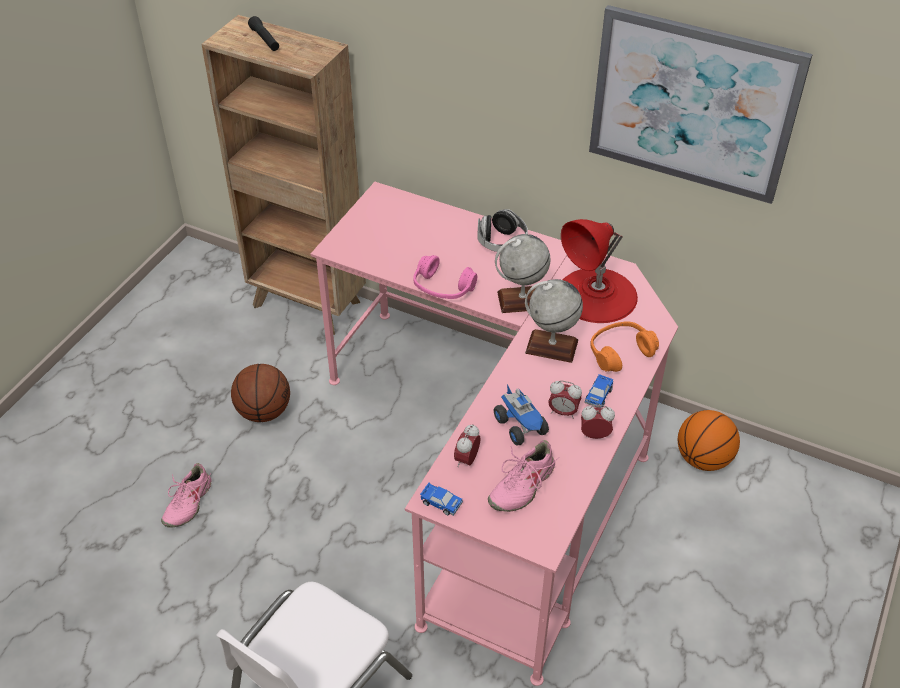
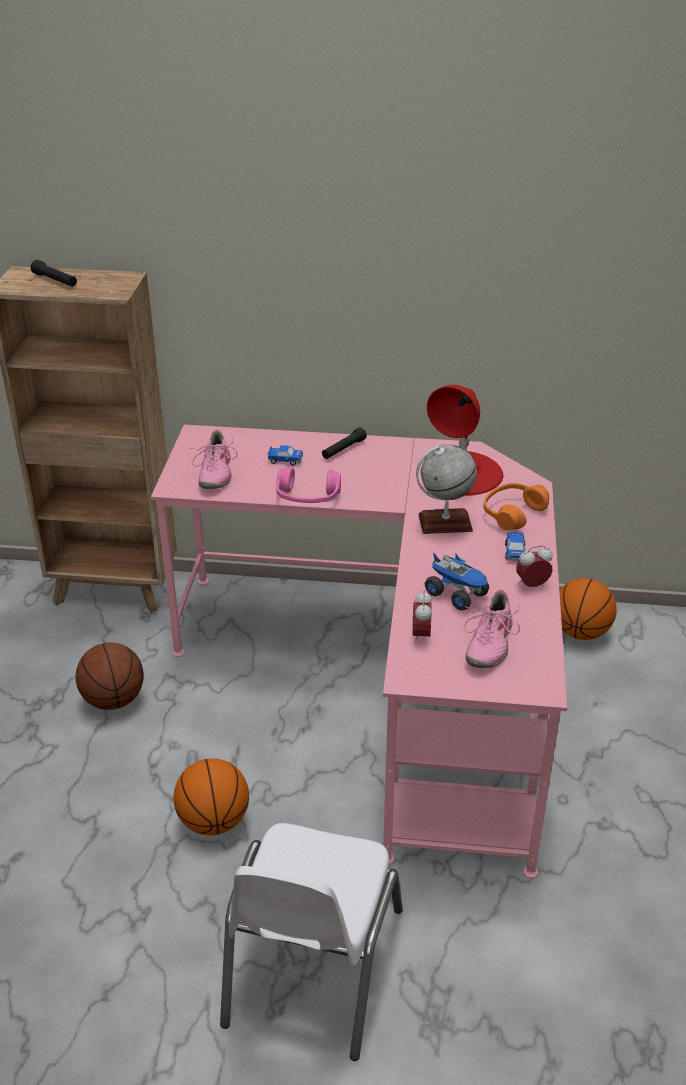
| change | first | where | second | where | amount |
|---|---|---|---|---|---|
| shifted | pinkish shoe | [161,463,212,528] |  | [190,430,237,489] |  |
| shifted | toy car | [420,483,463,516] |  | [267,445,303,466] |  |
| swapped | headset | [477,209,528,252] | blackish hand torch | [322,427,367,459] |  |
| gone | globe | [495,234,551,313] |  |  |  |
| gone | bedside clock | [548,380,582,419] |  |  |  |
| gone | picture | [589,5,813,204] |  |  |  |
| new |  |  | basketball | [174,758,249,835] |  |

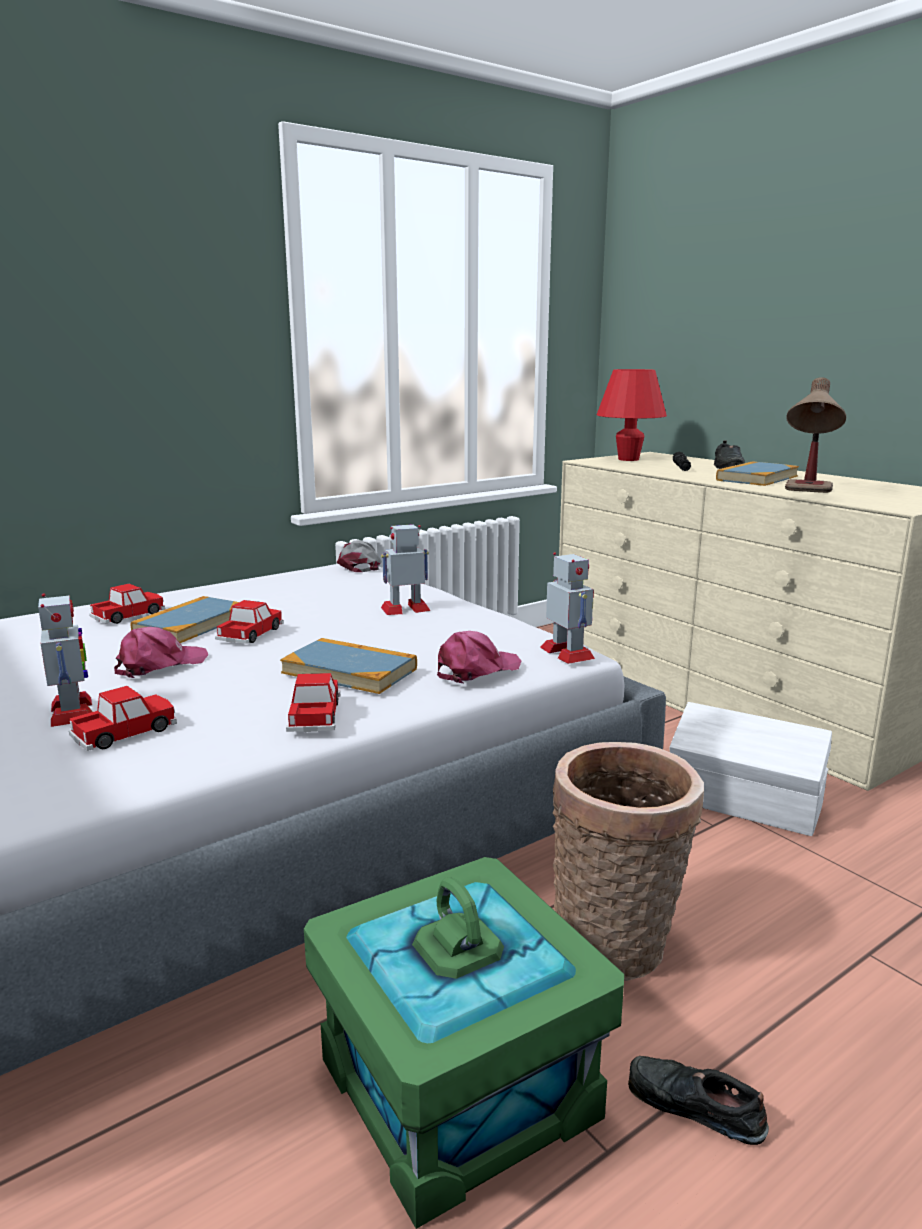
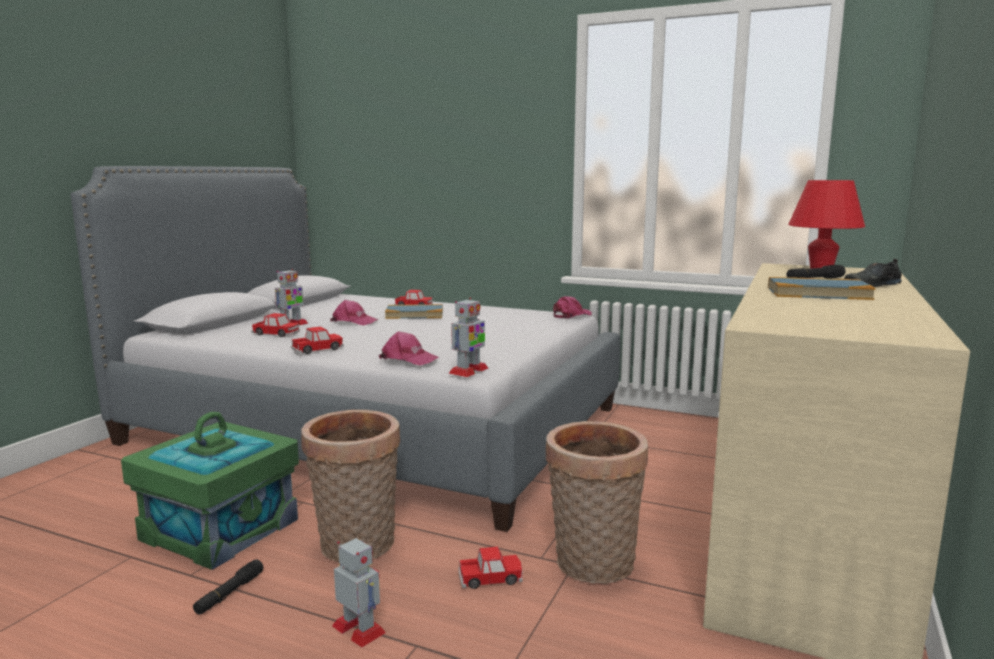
| change | first | where | second | where | amount |
|---|---|---|---|---|---|
| shifted | toy car | [215,600,284,644] |  | [458,546,523,589] |  |
| gone | bound book | [280,638,417,694] |  |  |  |
| repainted | grey baseball cap | [337,540,382,572] | pinkish baseball cap | [553,296,592,319] |  |
| shifted | toy robot | [381,524,430,615] |  | [332,538,386,647] |  |
| swapped | blackish shoe | [628,1056,769,1145] | blackish hand torch | [193,559,263,615] |  |
| swapped | whitish storage bin | [670,702,832,836] | basket | [546,421,648,584] |  |
| gone | table lamp | [785,377,846,493] |  |  |  |

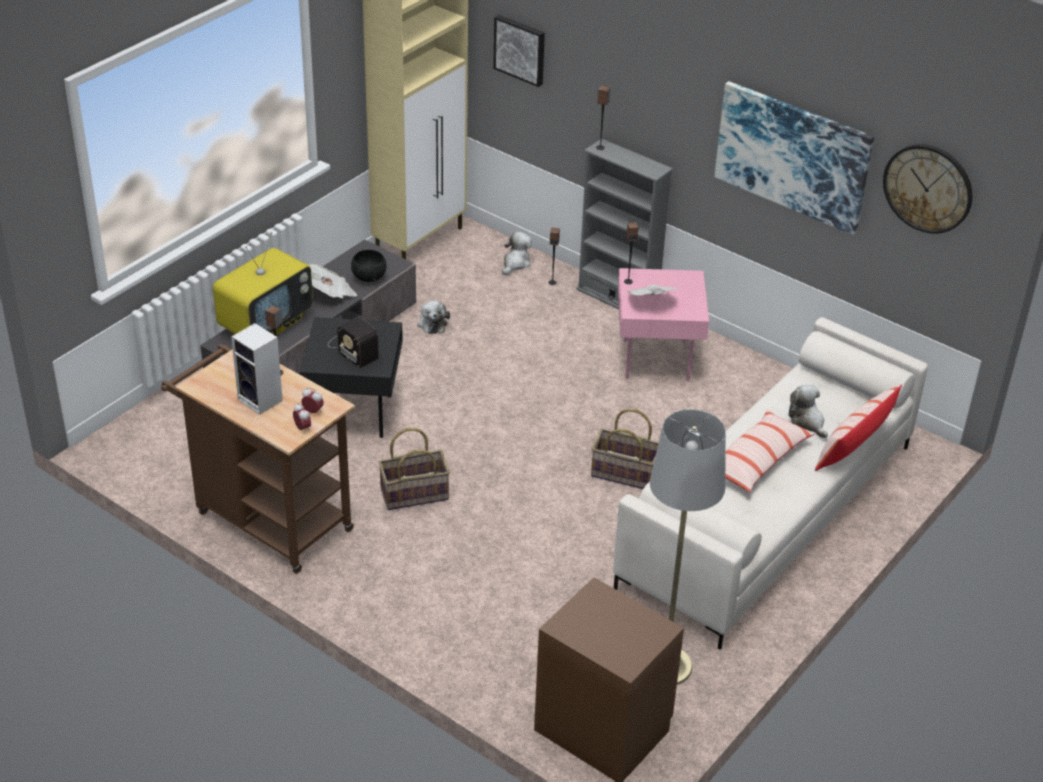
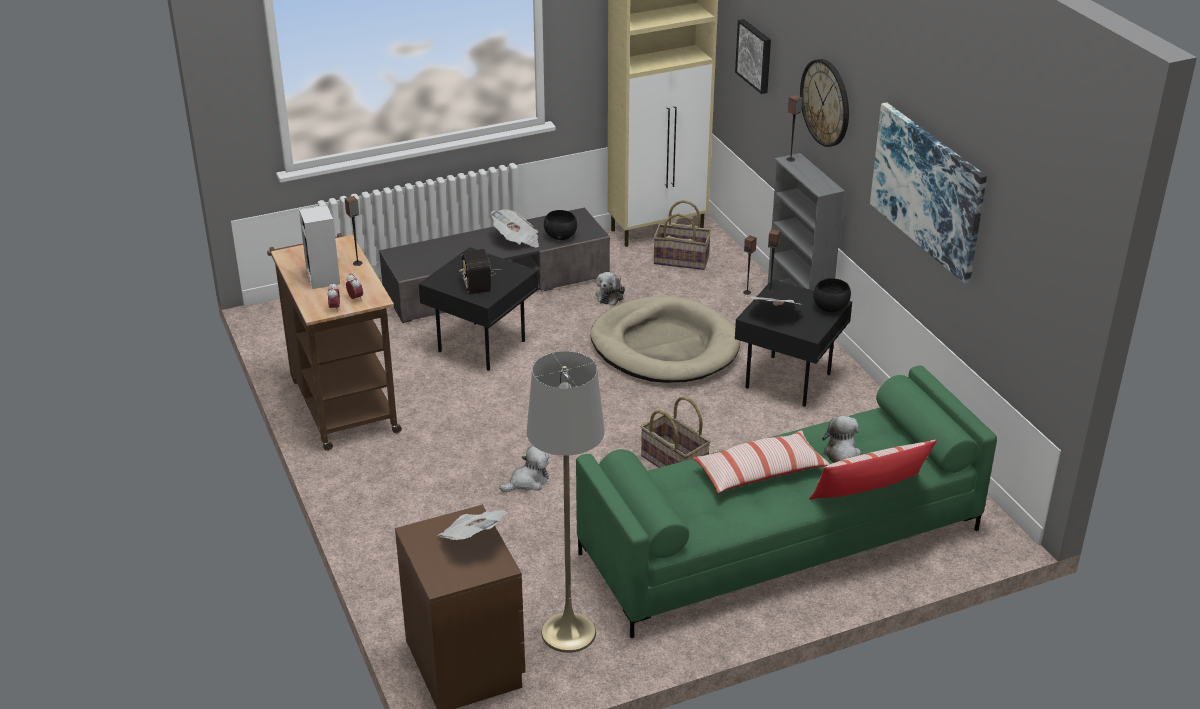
| change | first | where | second | where | amount |
|---|---|---|---|---|---|
| gone | TV set | [213,232,313,335] |  |  |  |
| shifted | basket | [378,428,450,510] |  | [653,200,711,270] |  |
| shifted | plush toy | [502,232,532,275] |  | [499,445,550,492] |  |
| repainted | whitish sofa | [613,317,928,650] | greenish sofa | [576,366,997,638] |  |
| repainted | pinkish end table | [618,268,709,381] | blackish end table | [735,279,852,407] |  |
| shifted | hanging clock | [883,144,972,234] |  | [800,59,849,147] |  |
| new |  |  | printed paper | [438,510,508,540] |  |
| new |  |  | beige-coloured dog cushion | [590,296,741,383] |  |
| new |  |  | blackish serving bowl | [813,278,851,312] |  |

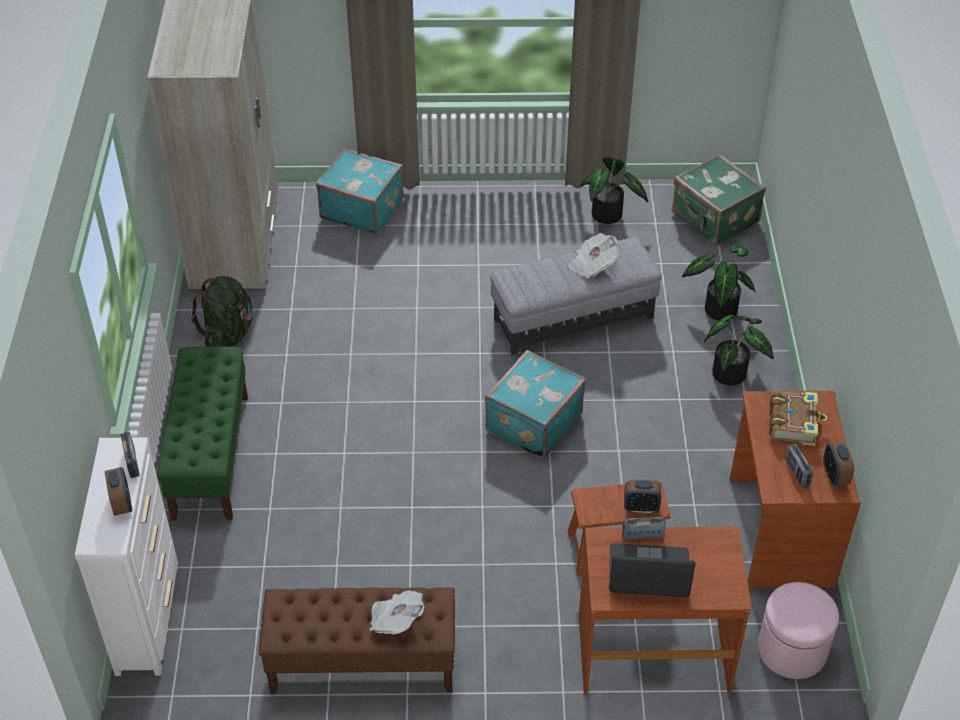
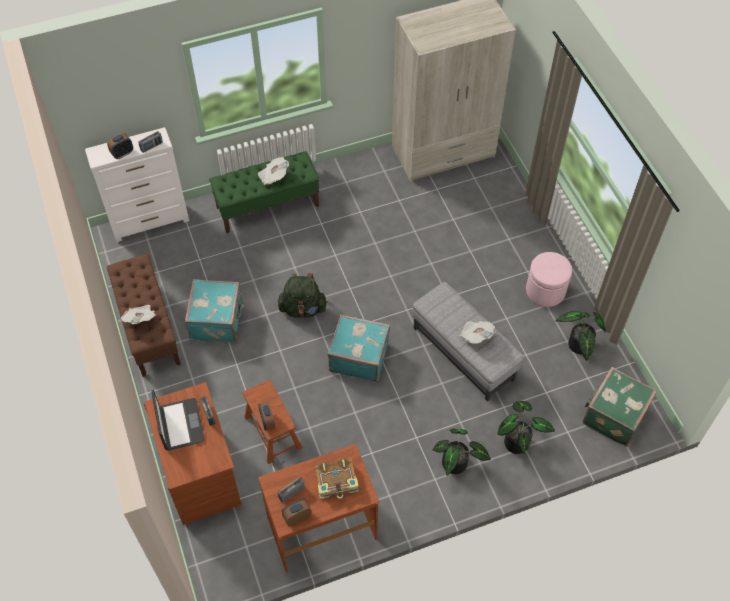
| change | first | where | second | where | amount |
|---|---|---|---|---|---|
| shifted | greenish knapsack | [191,276,253,347] |  | [278,273,328,318] |  |
| shifted | blue-green travel case | [316,148,404,235] |  | [185,279,245,342] |  |
| shifted | pinkish footrest | [758,582,839,679] |  | [526,252,572,307] |  |
| new |  |  | printed paper | [258,157,289,185] |  |

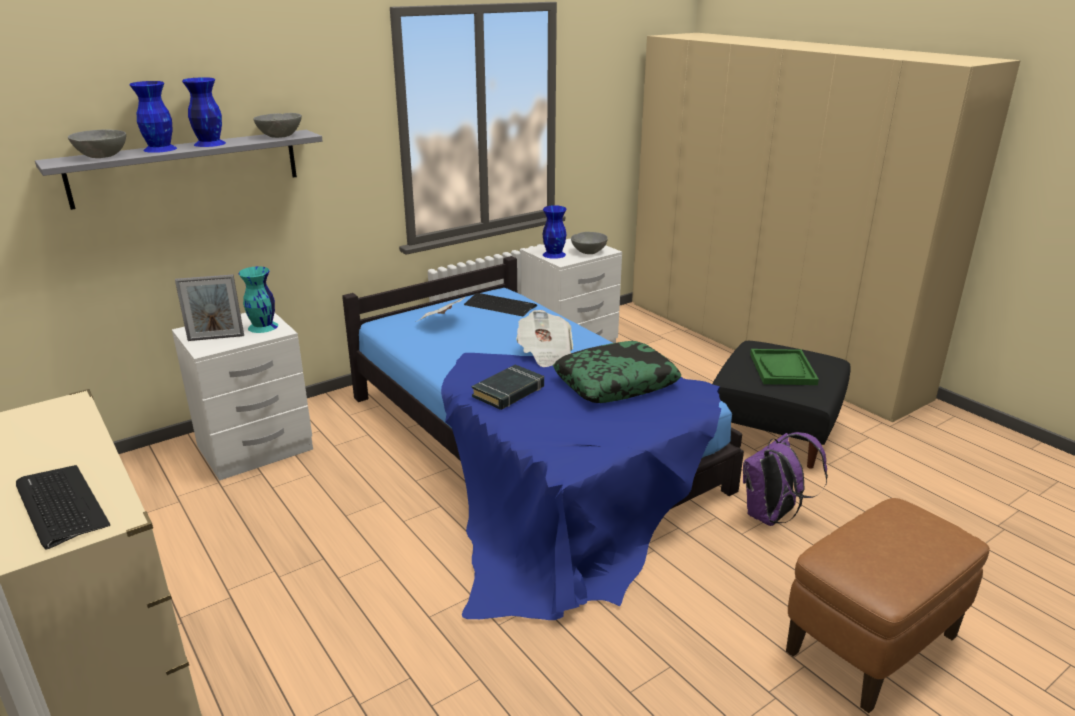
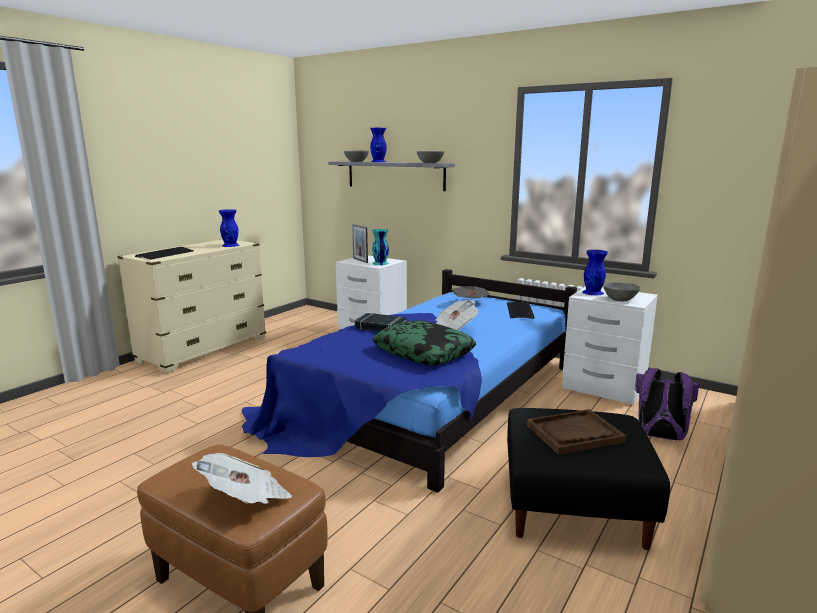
| change | first | where | second | where | amount |
|---|---|---|---|---|---|
| shifted | blue-coloured flower vase | [182,77,226,147] |  | [219,209,239,247] |  |
| shifted | purple knapsack | [743,432,828,526] |  | [636,368,700,440] |  |
| repainted | greenish tray | [750,349,819,385] | brown tray | [527,409,626,455] |  |
| new |  |  | printed paper | [192,453,292,504] |  |

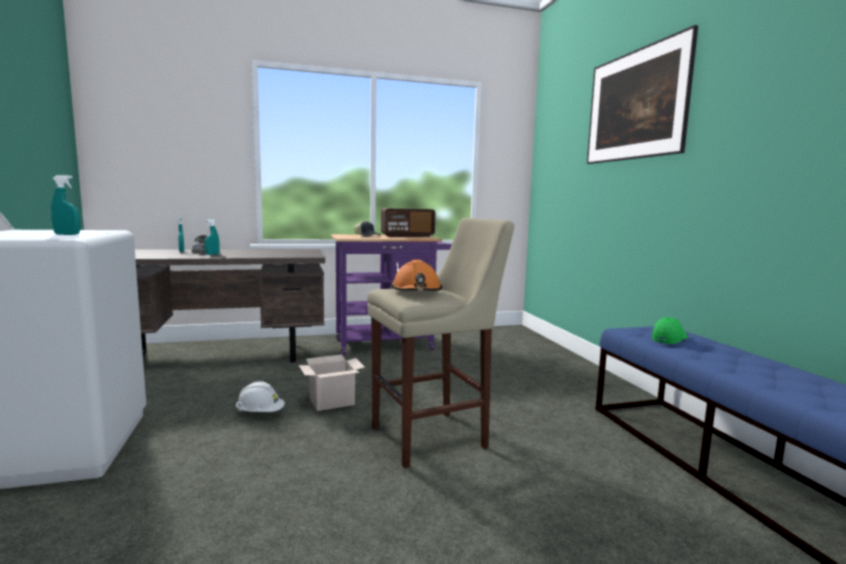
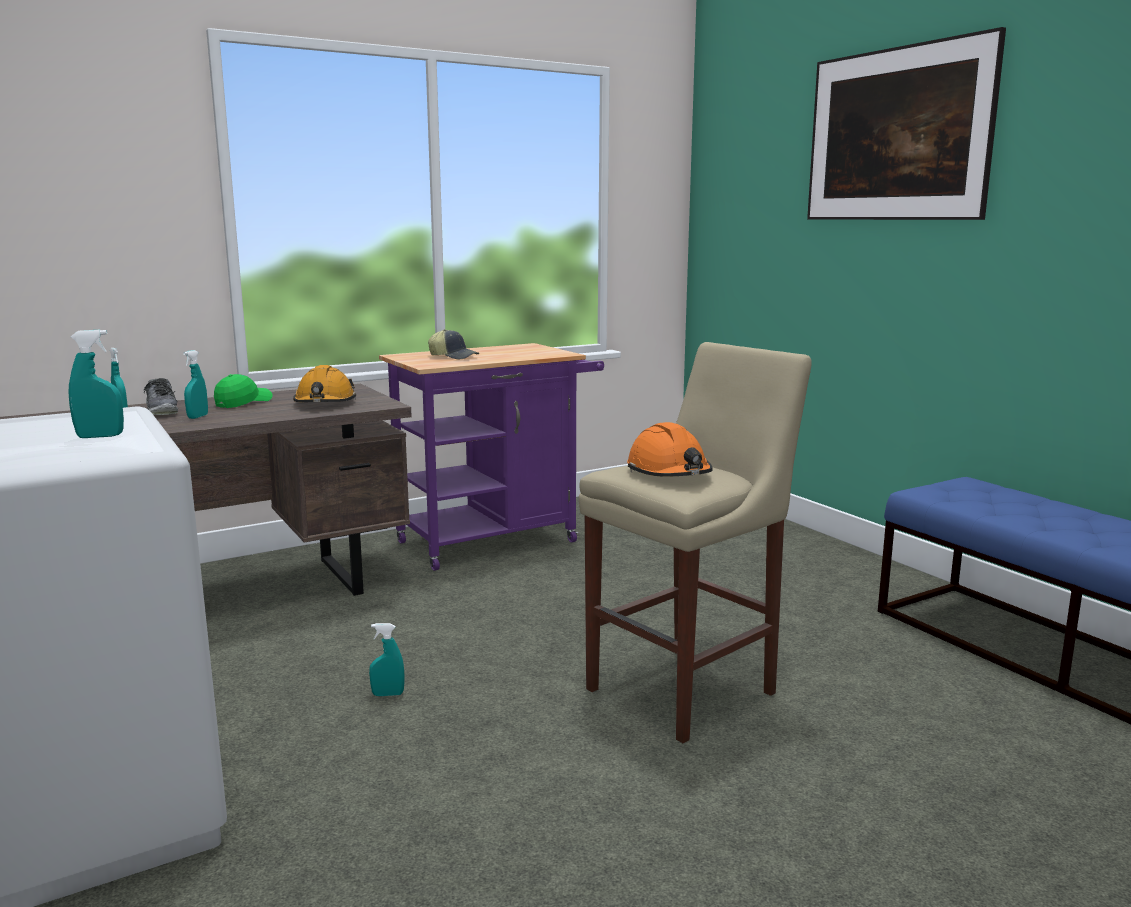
| change | first | where | second | where | amount |
|---|---|---|---|---|---|
| swapped | whitish work helmet | [236,381,285,412] | blue-green spray bottle | [369,623,405,696] |  |
| gone | packing box | [299,355,365,411] |  |  |  |
| gone | radio set | [381,208,435,237] |  |  |  |
| shifted | greenish baseball cap | [652,317,688,344] |  | [214,374,273,408] |  |
| new |  |  | orangey work helmet | [293,365,356,402] |  |

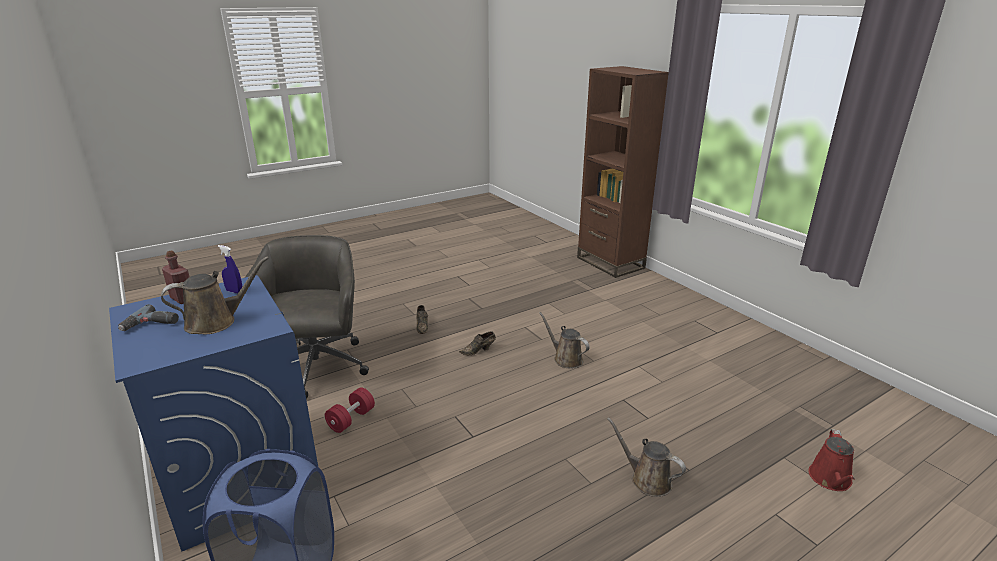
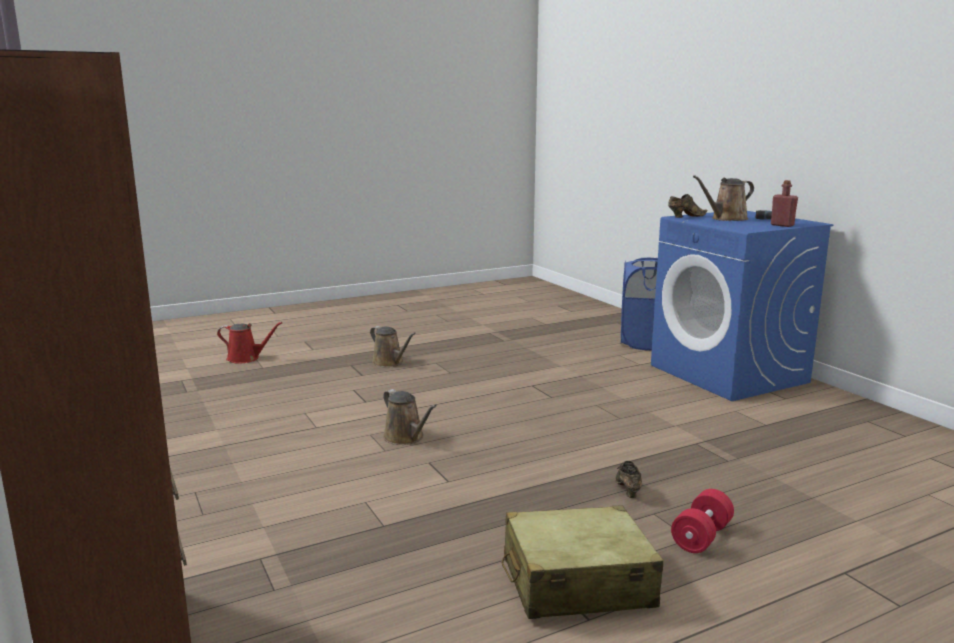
| change | first | where | second | where | amount |
|---|---|---|---|---|---|
| gone | blue-coloured spray bottle | [218,245,243,294] |  |  |  |
| gone | grey computer chair | [245,235,369,399] |  |  |  |
| shifted | red-coloured hand weight | [325,387,375,433] |  | [671,489,734,553] |  |
| shifted | brown shoe | [459,331,496,355] |  | [668,194,708,218] |  |
| rotated | red-coloured watering pot | [808,429,855,491] |  | [217,322,282,363] | 75 degrees clockwise |
| new |  |  | beige-coloured travel case | [502,505,664,619] |  |

